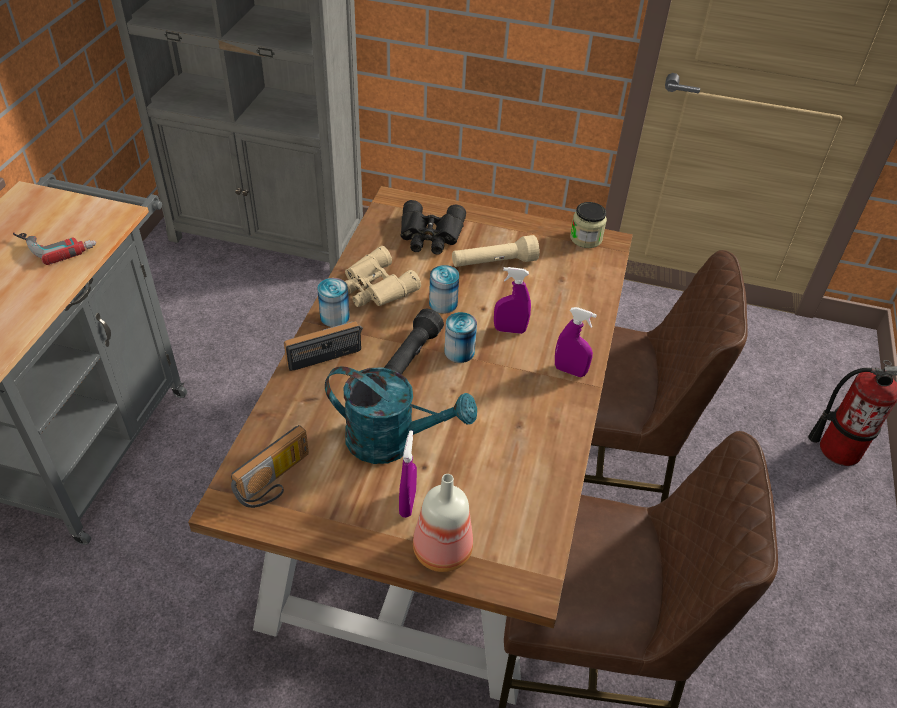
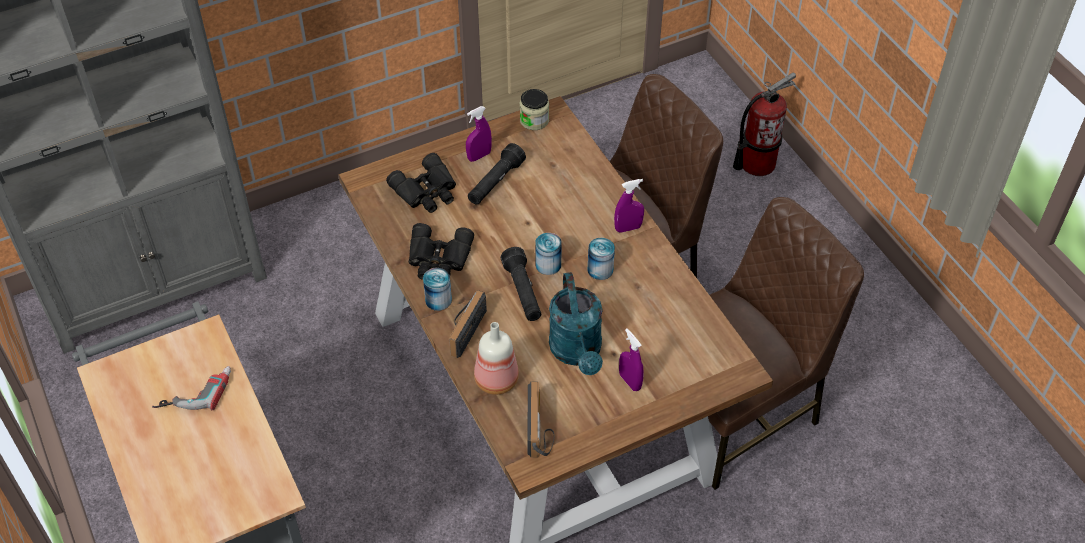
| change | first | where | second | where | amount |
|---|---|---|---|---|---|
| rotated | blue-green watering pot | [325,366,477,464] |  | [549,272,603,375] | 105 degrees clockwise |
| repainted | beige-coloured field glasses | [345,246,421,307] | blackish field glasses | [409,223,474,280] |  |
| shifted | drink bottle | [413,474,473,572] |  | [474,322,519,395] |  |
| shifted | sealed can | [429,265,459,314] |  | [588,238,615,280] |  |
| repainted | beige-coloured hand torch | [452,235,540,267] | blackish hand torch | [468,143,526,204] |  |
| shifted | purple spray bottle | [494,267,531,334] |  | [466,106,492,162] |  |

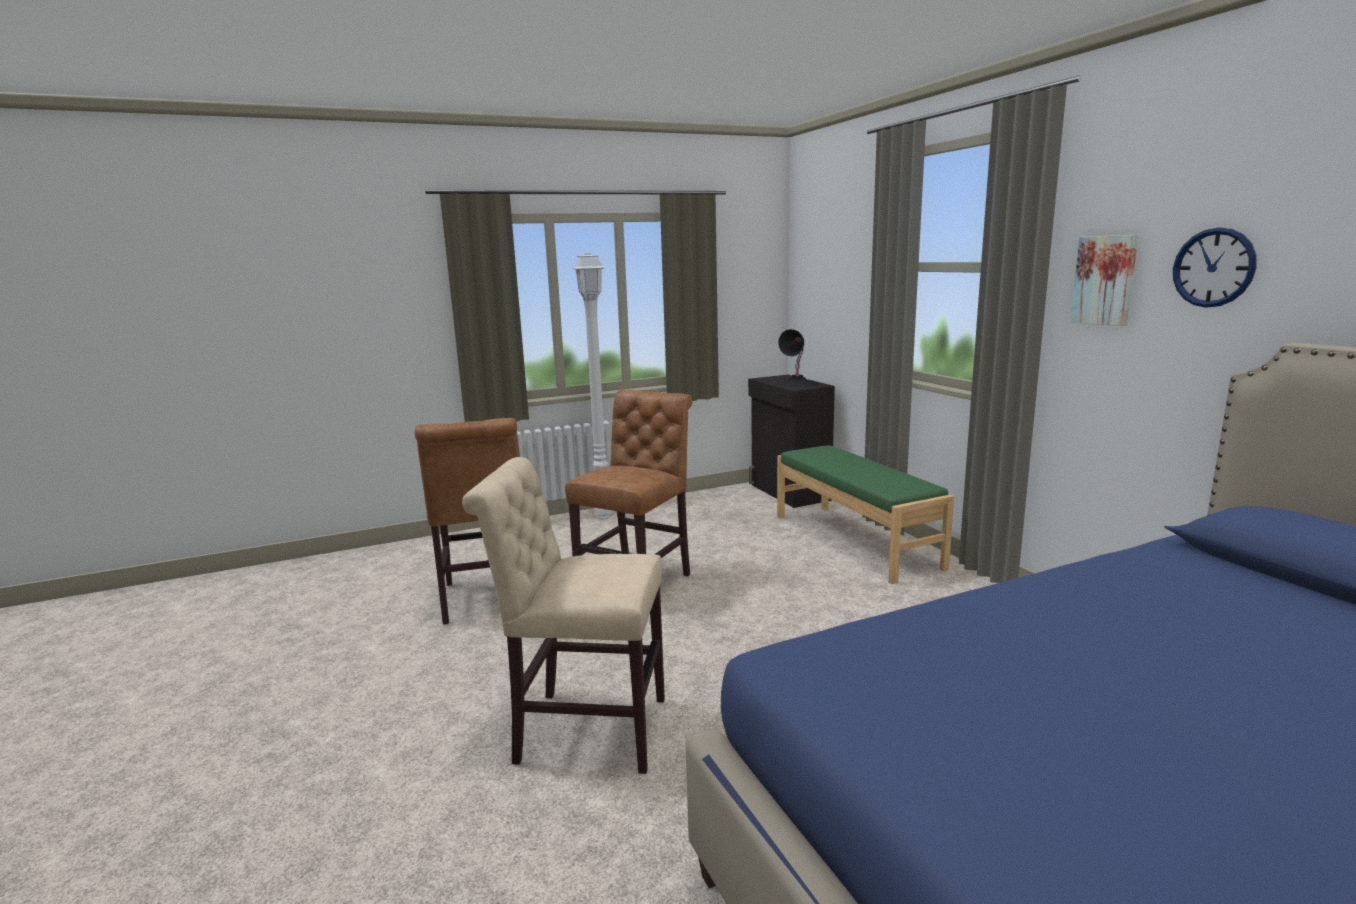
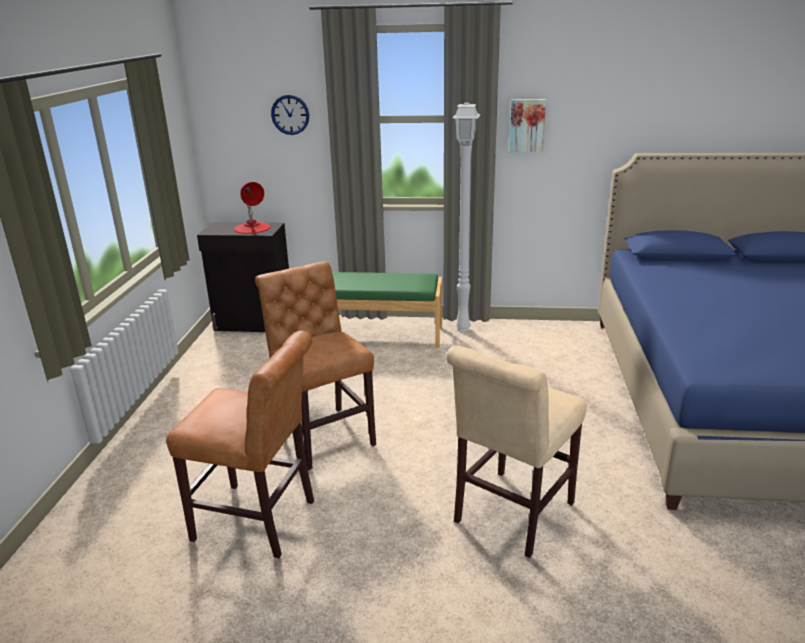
| change | first | where | second | where | amount |
|---|---|---|---|---|---|
| shifted | whitish standing lamp | [572,253,612,519] |  | [453,103,480,331] |  |
| repainted | blackish table lamp | [777,329,818,387] | red-coloured table lamp | [234,182,271,234] |  |
| shifted | hanging clock | [1173,227,1256,308] |  | [271,95,309,135] |  |

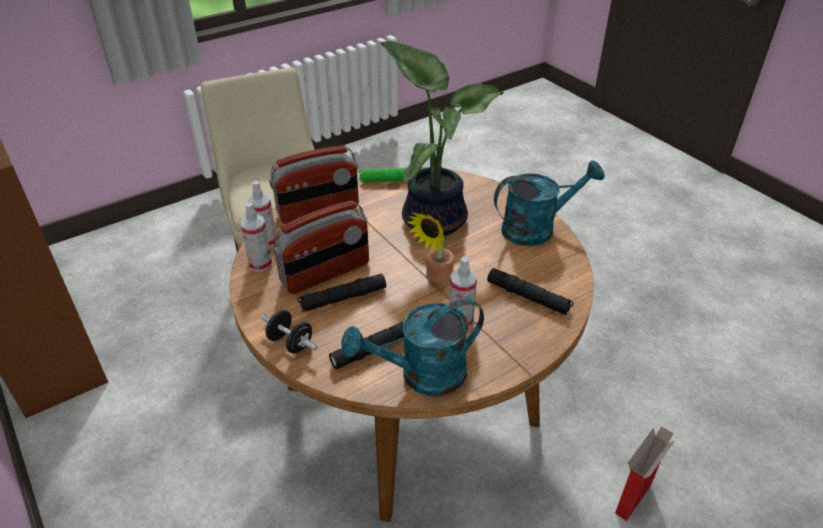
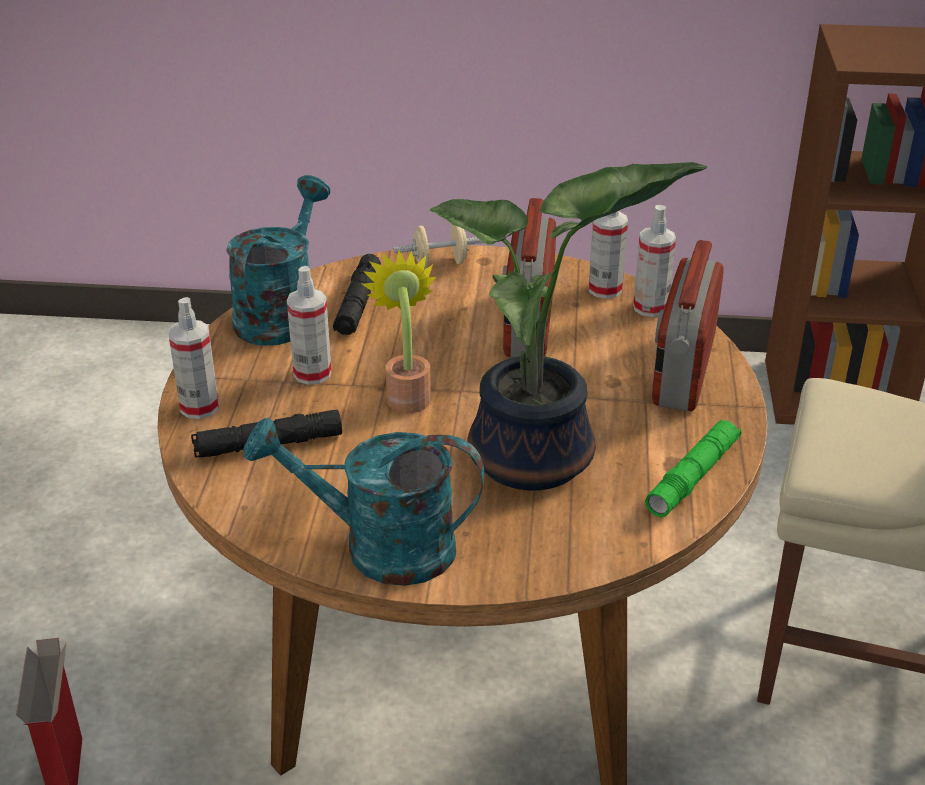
| change | first | where | second | where | amount |
|---|---|---|---|---|---|
| repainted | blackish hand weight | [261,310,317,354] | beige-coloured hand weight | [394,224,484,269] |  |
| gone | blackish hand torch | [298,274,386,312] |  |  |  |
| rotated | blue-green watering pot | [494,160,605,246] |  | [244,418,485,586] | 75 degrees clockwise |
| new |  |  | spray bottle | [169,297,219,419] |  |

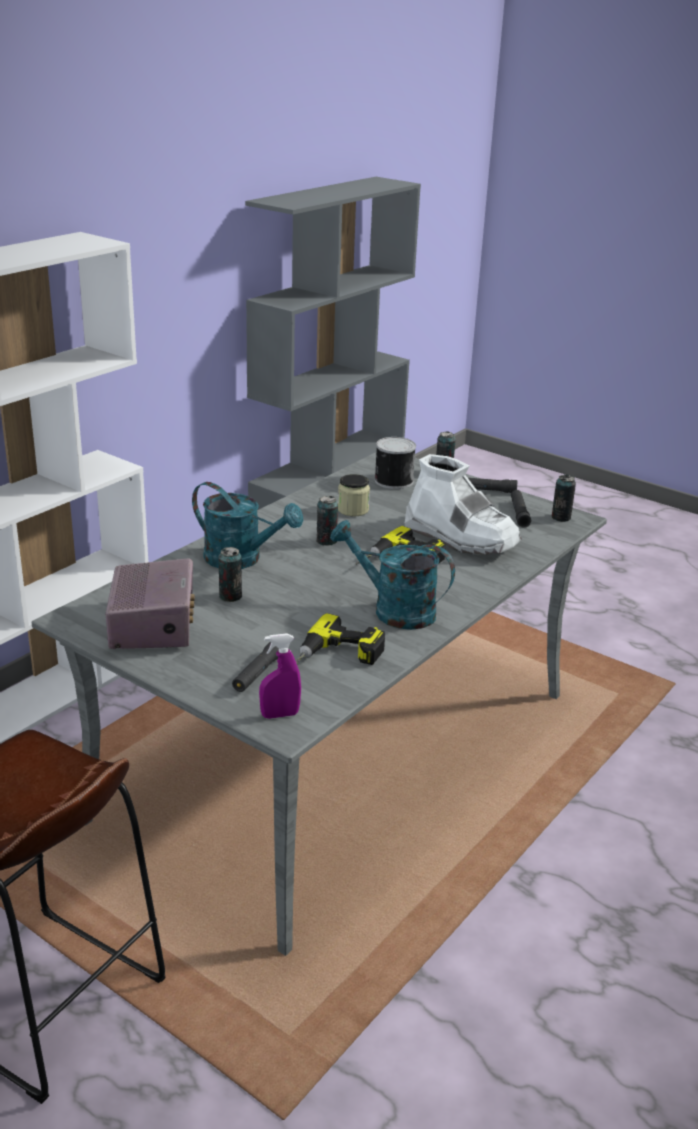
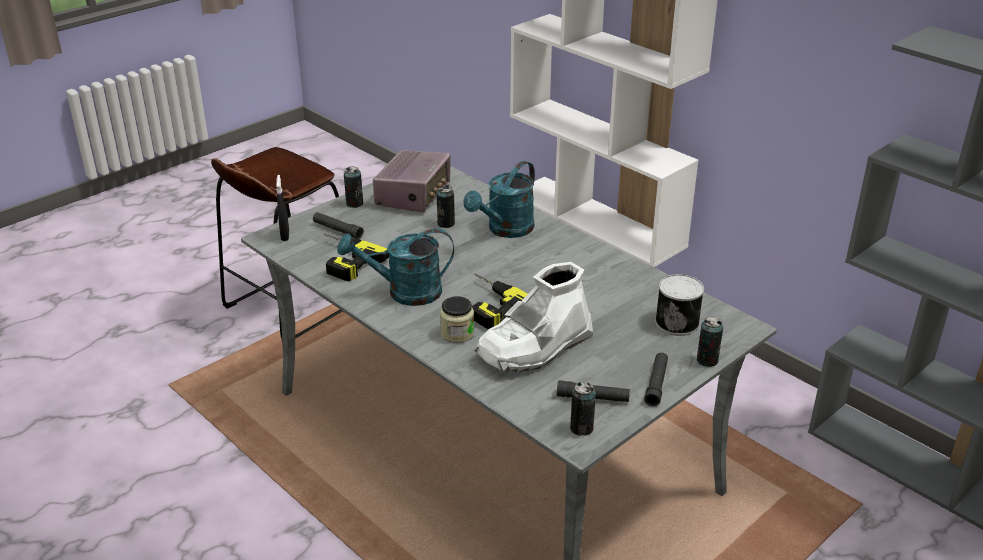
| change | first | where | second | where | amount |
|---|---|---|---|---|---|
| rotated | radio set | [105,558,195,649] |  | [373,150,451,212] | 75 degrees counterclockwise |
| repainted | purple spray bottle | [259,633,301,719] | blackish spray bottle | [276,175,289,241] |  |
| shifted | sealed can | [316,496,338,546] |  | [344,166,363,208] |  |
| rotated | blue-green watering pot | [330,520,455,630] |  | [337,229,454,306] | 135 degrees counterclockwise |
| shifted | jar | [338,474,370,516] |  | [440,296,474,343] |  |

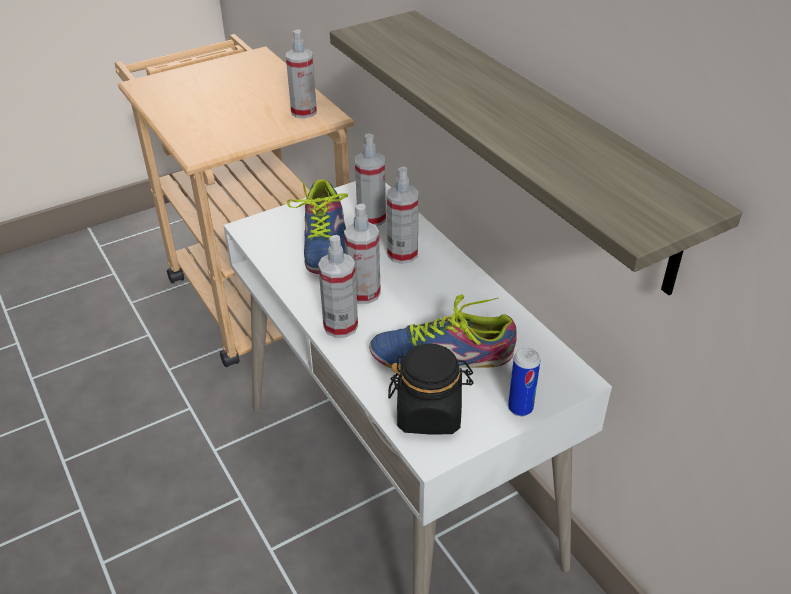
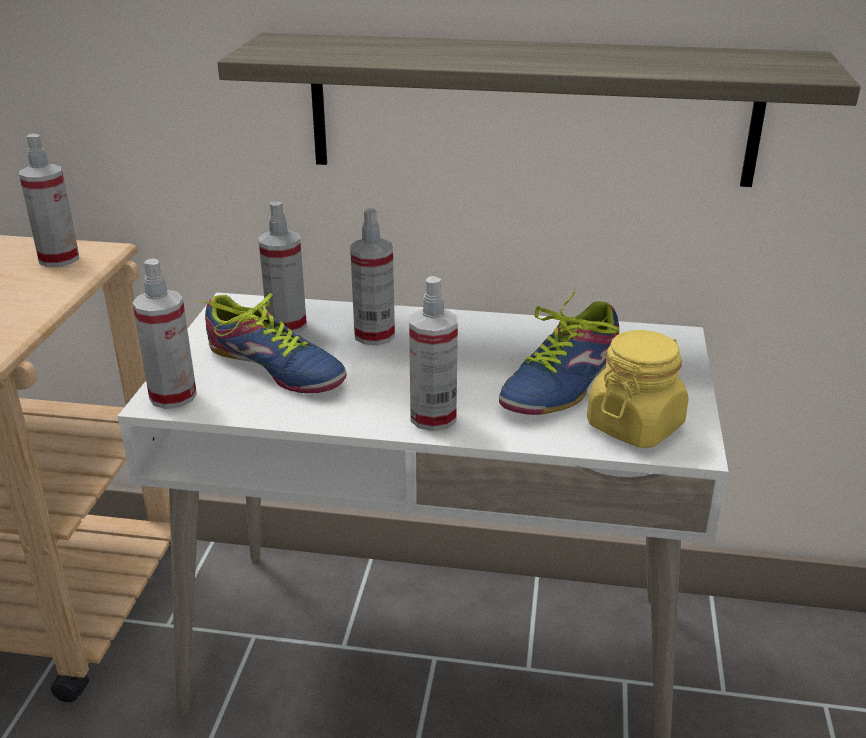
| change | first | where | second | where | amount |
|---|---|---|---|---|---|
| shifted | spray bottle | [344,204,381,304] |  | [132,258,197,409] |  |
| repainted | blackish jar | [388,344,473,435] | yellowish jar | [587,330,689,448] |  |
| gone | sealed can | [508,348,540,416] |  |  |  |

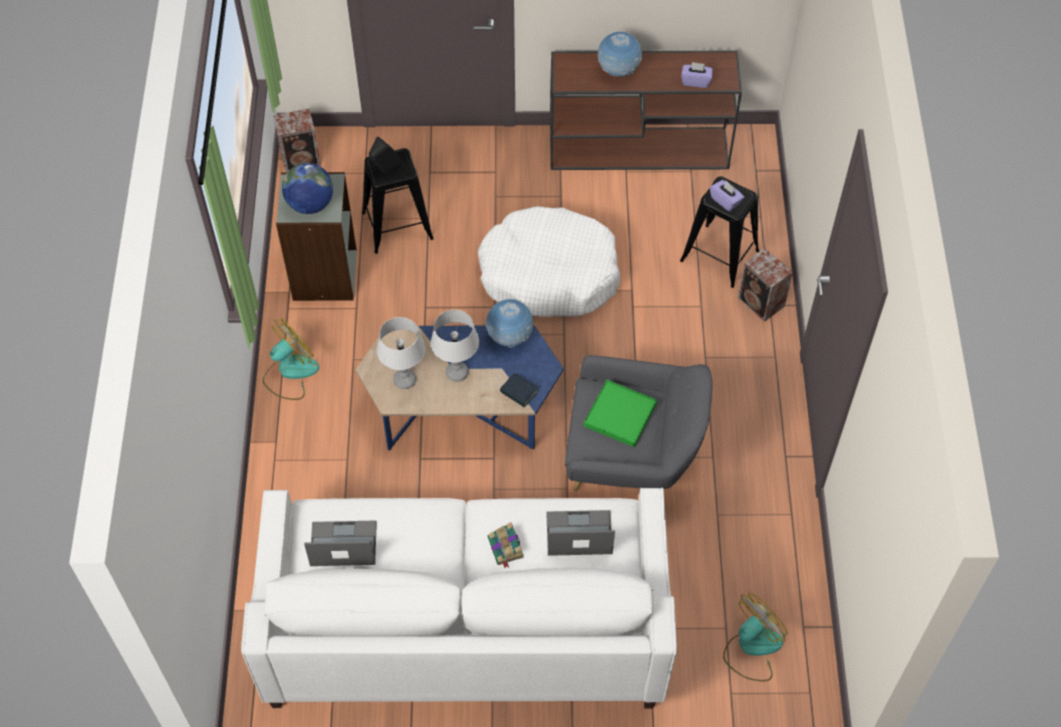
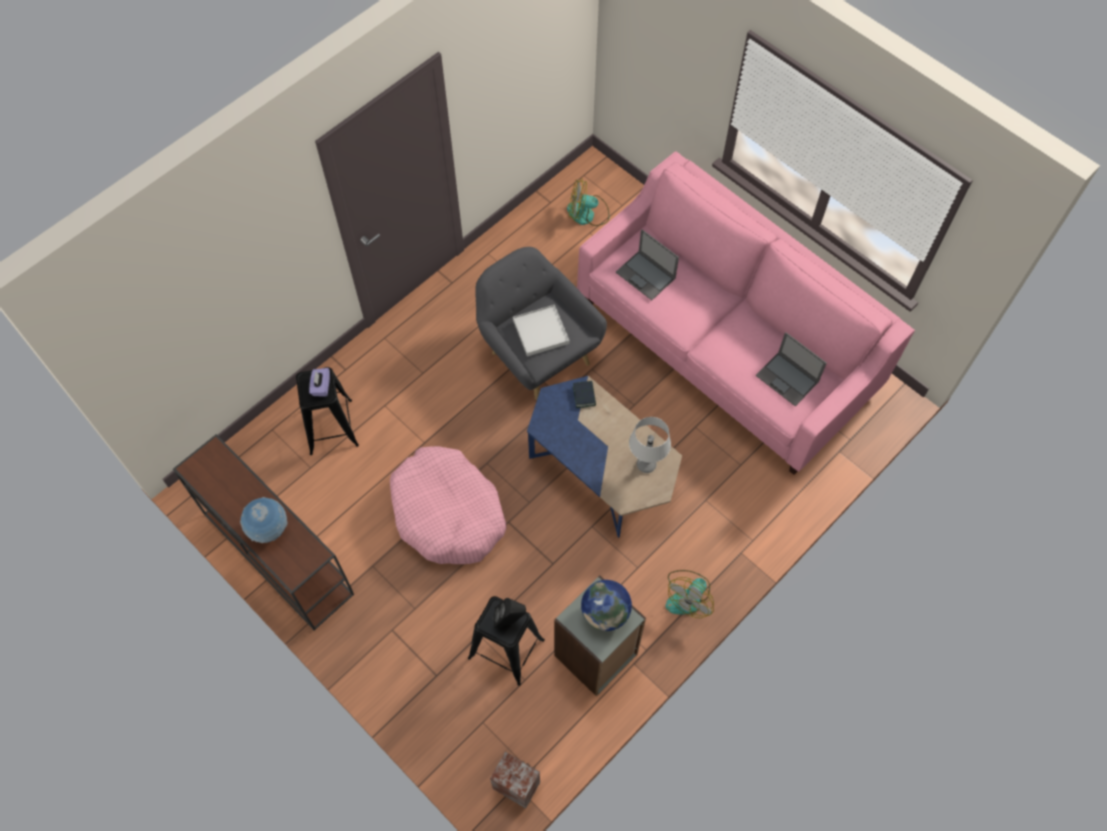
| change | first | where | second | where | amount |
|---|---|---|---|---|---|
| repainted | whitish sofa | [241,487,677,709] | pinkish sofa | [577,151,915,475] |  |
| rotated | cooling fan | [263,318,319,400] |  | [665,570,714,618] | 60 degrees counterclockwise |
| gone | grey table lamp | [431,310,479,382] |  |  |  |
| repainted | whitish dog cushion | [478,206,620,317] | pinkish dog cushion | [390,446,506,564] |  |
| gone | globe | [485,298,533,348] |  |  |  |
| gone | bound book | [488,522,524,568] |  |  |  |
| repainted | greenish tray | [584,380,657,447] | whitish tray | [513,305,569,357] |  |
| gone | purple tissue holder | [681,62,713,88] |  |  |  |
| gone | loudspeaker | [738,248,793,322] |  |  |  |

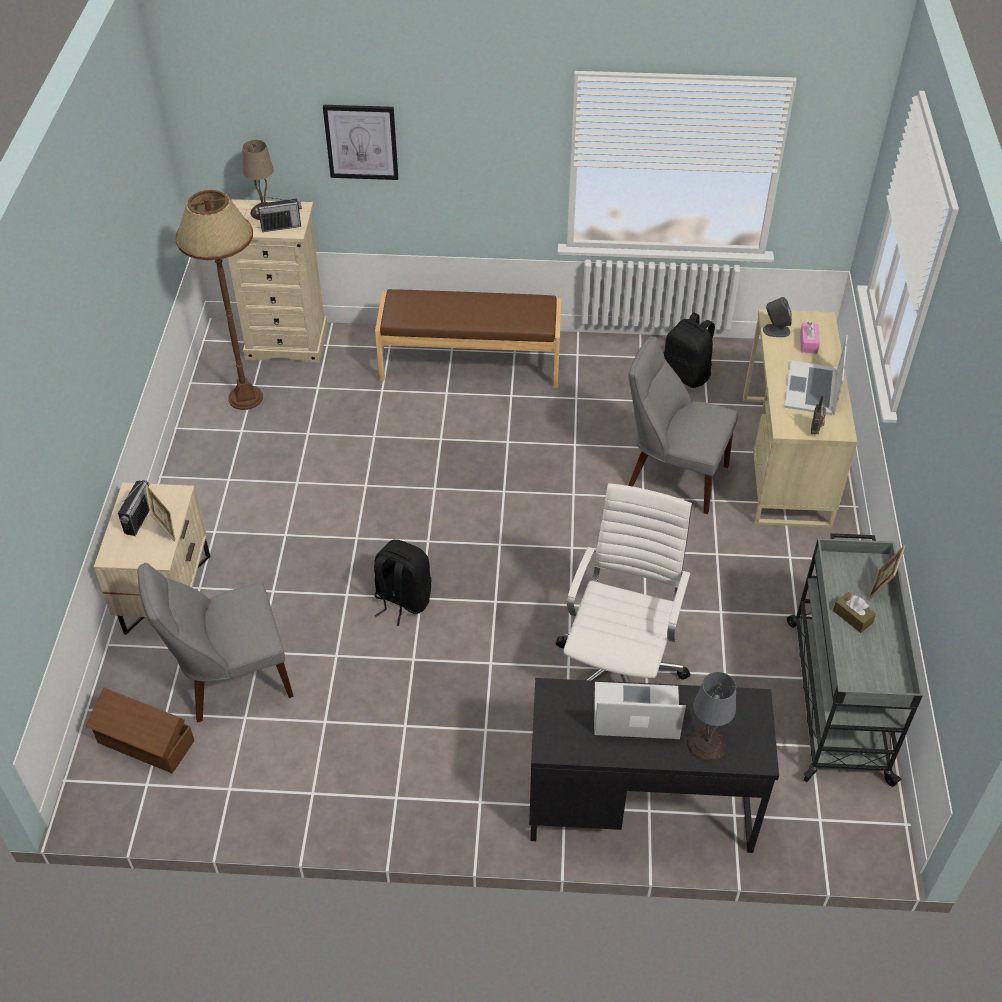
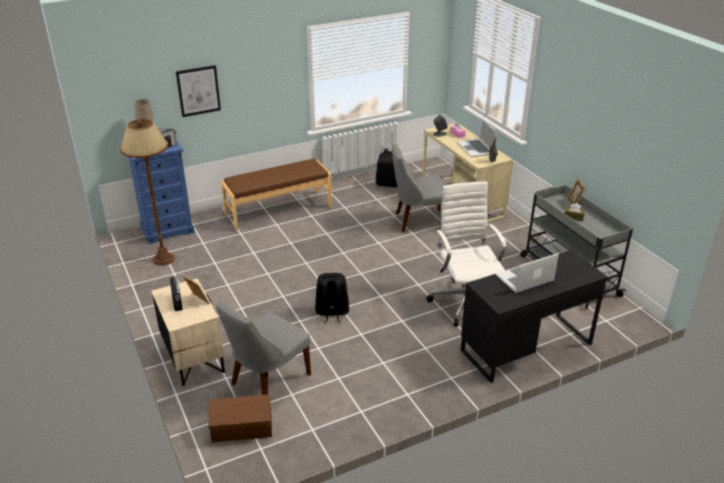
| change | first | where | second | where | amount |
|---|---|---|---|---|---|
| repainted | beige-coloured dresser | [228,199,328,363] | blue-coloured dresser | [129,140,195,244] |  |
| gone | grey table lamp | [687,672,736,761] |  |  |  |

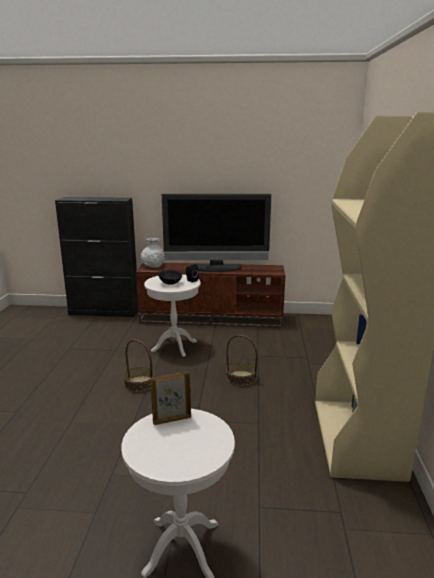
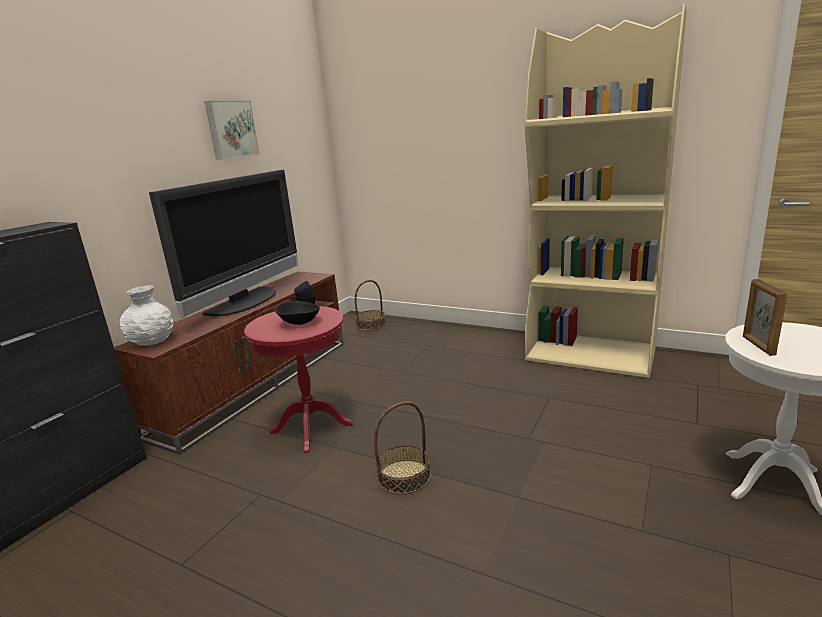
| change | first | where | second | where | amount |
|---|---|---|---|---|---|
| repainted | whitish end table | [144,274,201,357] | red-coloured end table | [244,306,353,453] |  |
| shifted | basket | [226,335,258,386] |  | [355,280,386,331] |  |
| new |  |  | picture | [205,101,260,160] |  |

